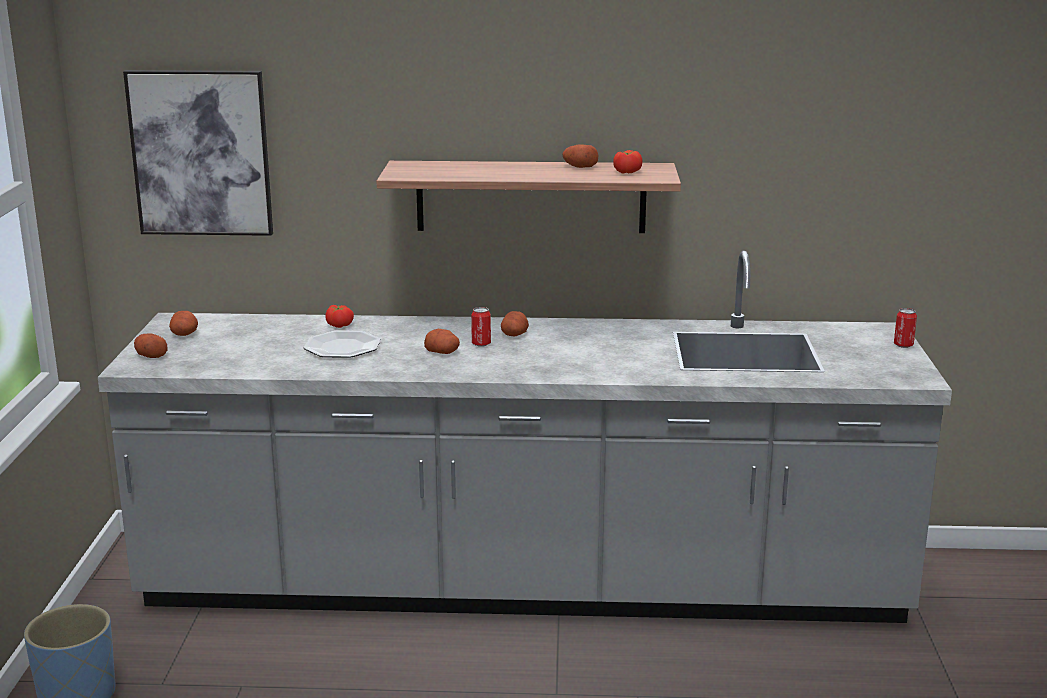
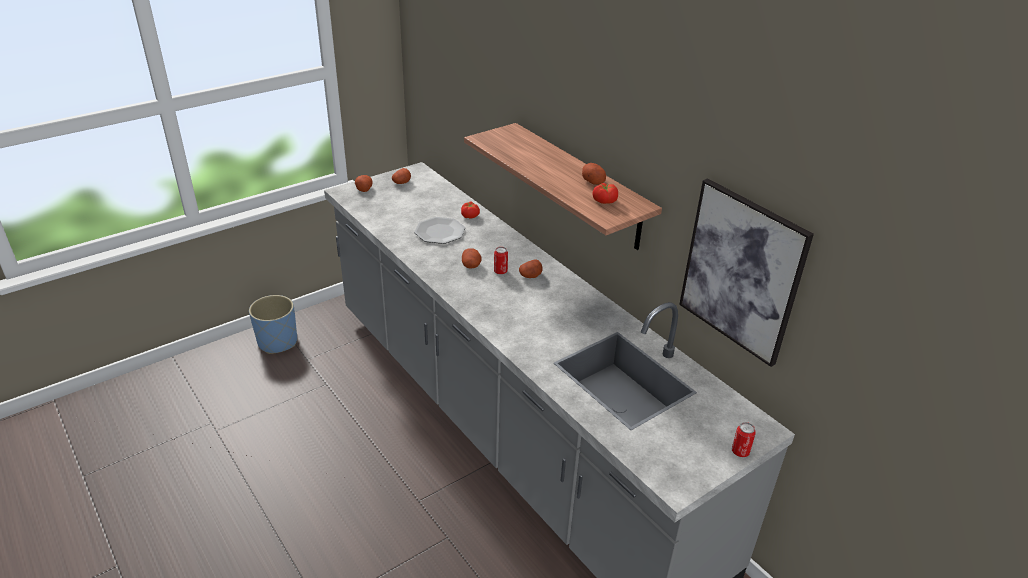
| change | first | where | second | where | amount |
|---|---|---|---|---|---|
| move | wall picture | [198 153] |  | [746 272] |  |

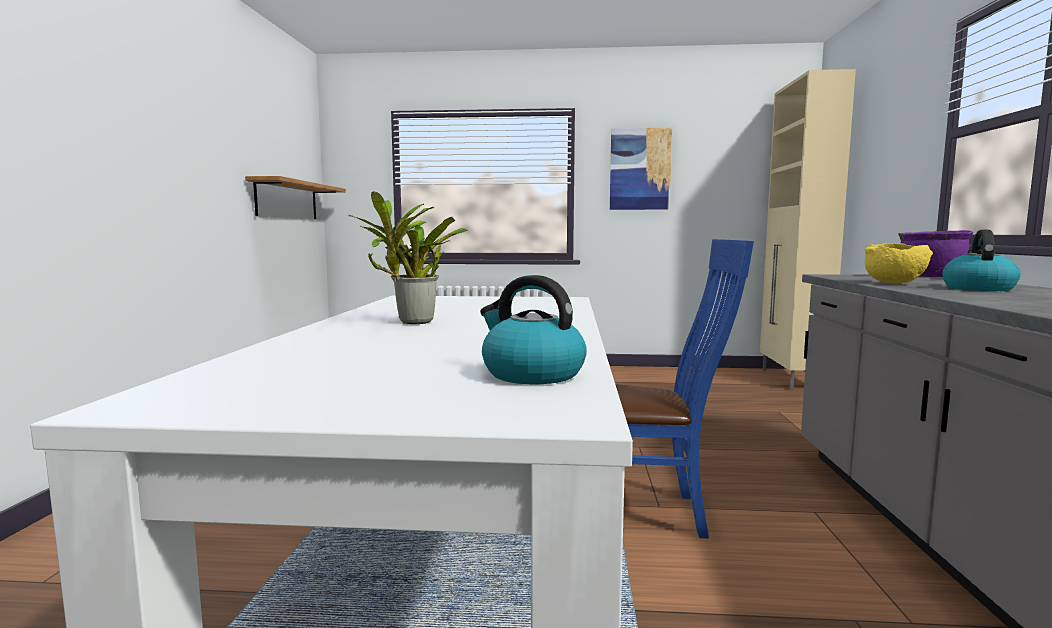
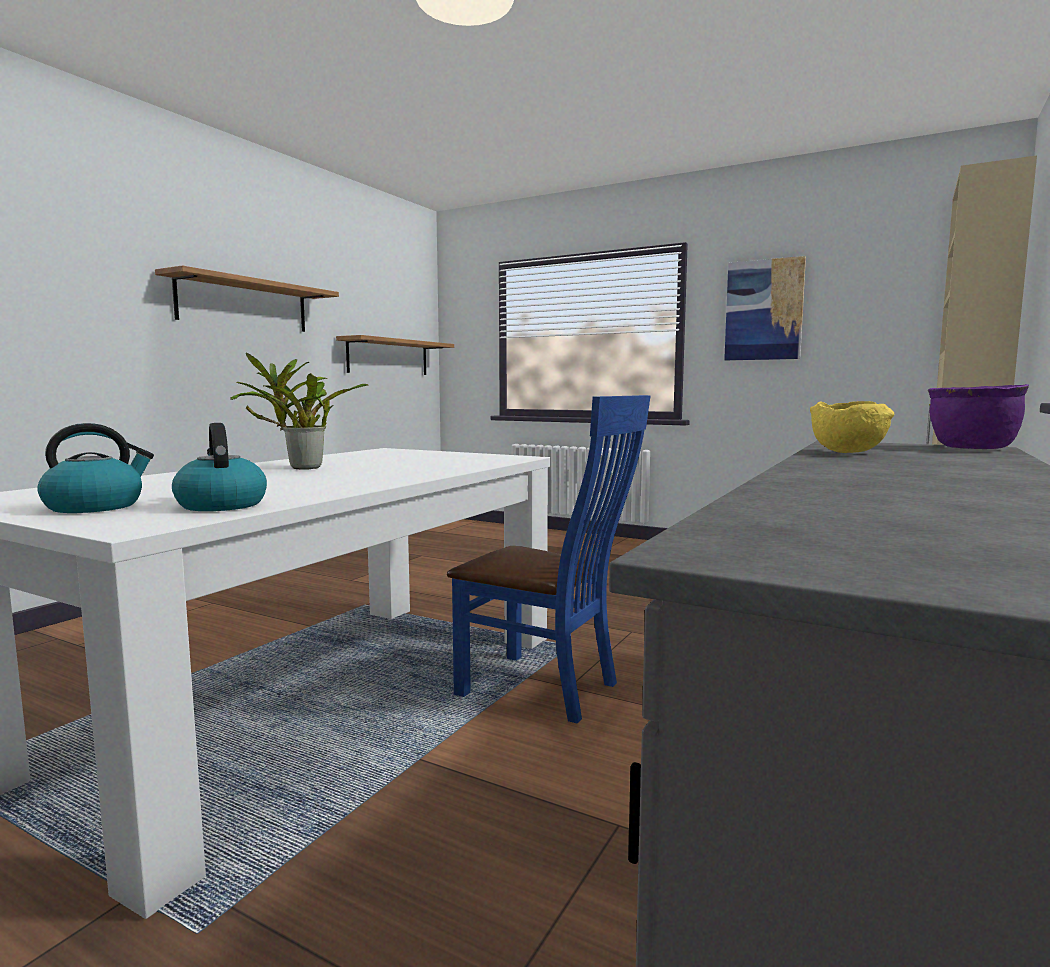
| change | first | where | second | where | amount |
|---|---|---|---|---|---|
| move | kettle | [981 260] |  | [96 468] |  |
| insert |  |  | wall shelf | [247 299] |  |

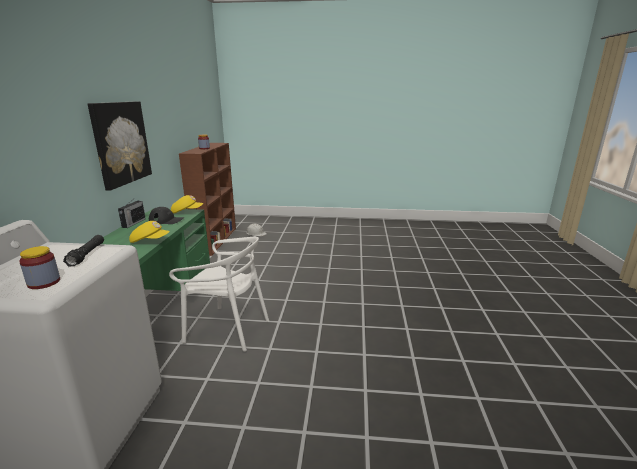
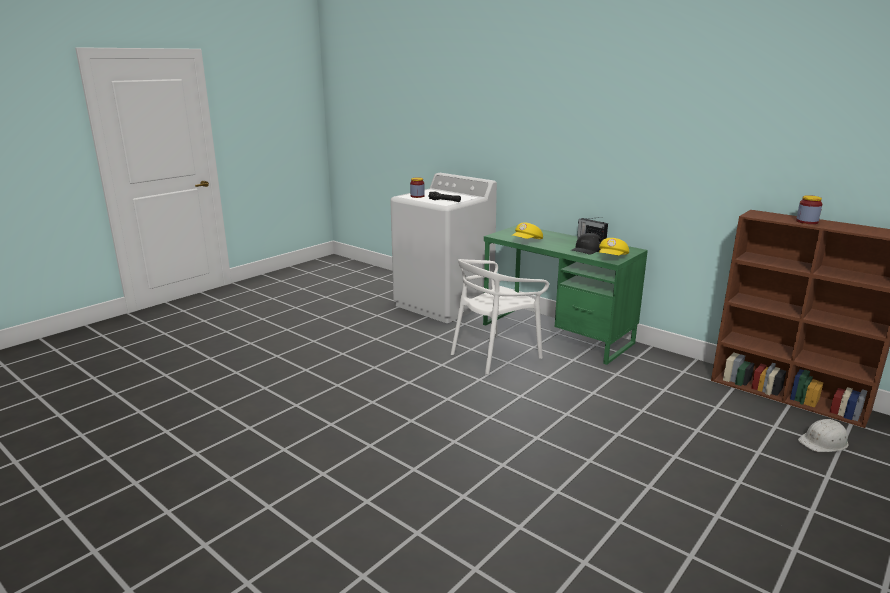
| change | first | where | second | where | amount |
|---|---|---|---|---|---|
| delete | wall picture | [120 146] |  |  |  |

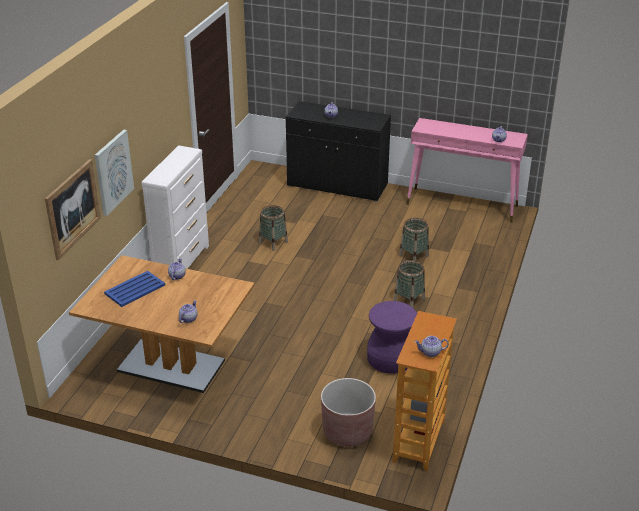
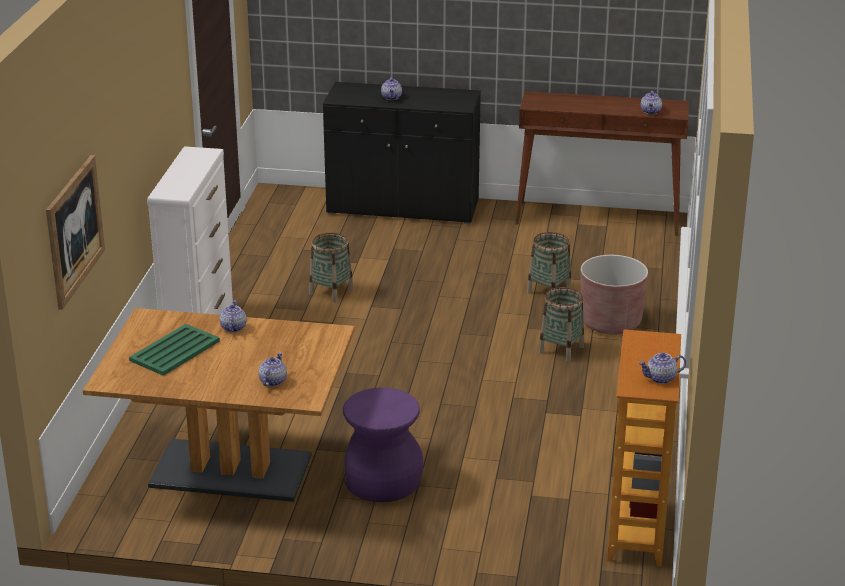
| change | first | where | second | where | amount |
|---|---|---|---|---|---|
| delete | wall picture | [114 173] |  |  |  |
| recolor | serving tray in blue | [134 289] | serving tray in greenish | [174 350] |  |
| move | flower pot in brownish | [348 412] |  | [614 295] |  |
| move | stool seat in purple-coloured | [392 337] |  | [383 445] |  |
| recolor | narrow table in pink | [467 170] | narrow table in brownish | [602 163] |  |

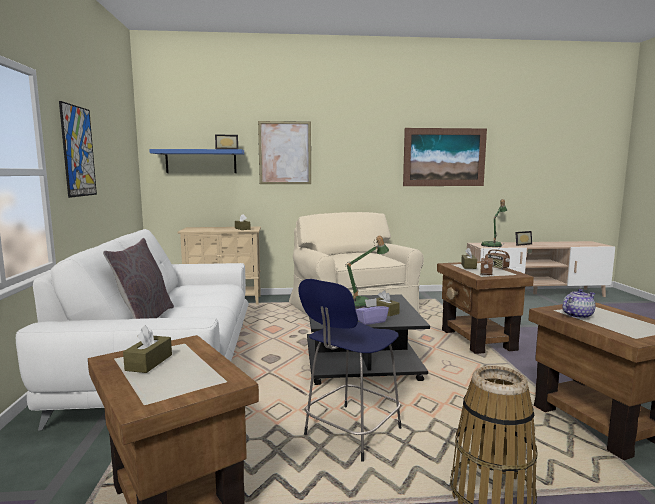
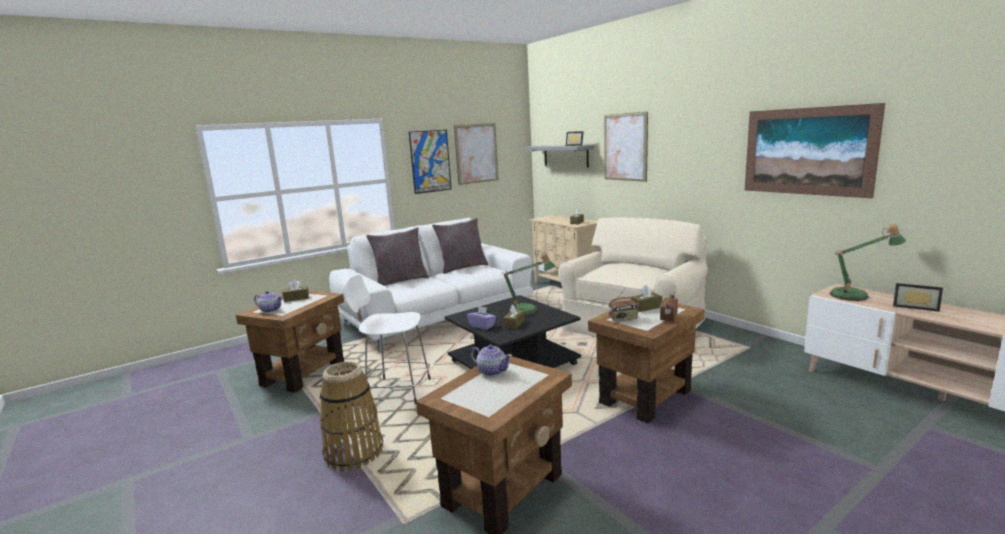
| change | first | where | second | where | amount |
|---|---|---|---|---|---|
| recolor | wall shelf in blue | [196 161] | wall shelf in greyish | [559 156] |  |
| recolor | stool seat in blue | [349 370] | stool seat in whitish | [387 339] |  |
| insert |  |  | tea pot | [268 302] |  |
| insert |  |  | throw pillow in greyish | [460 246] |  |
| insert |  |  | wall picture | [476 154] |  |

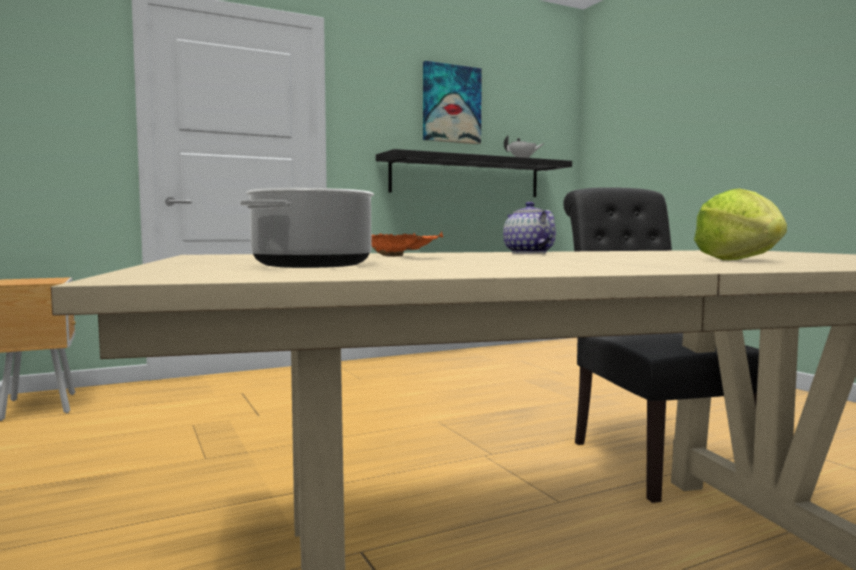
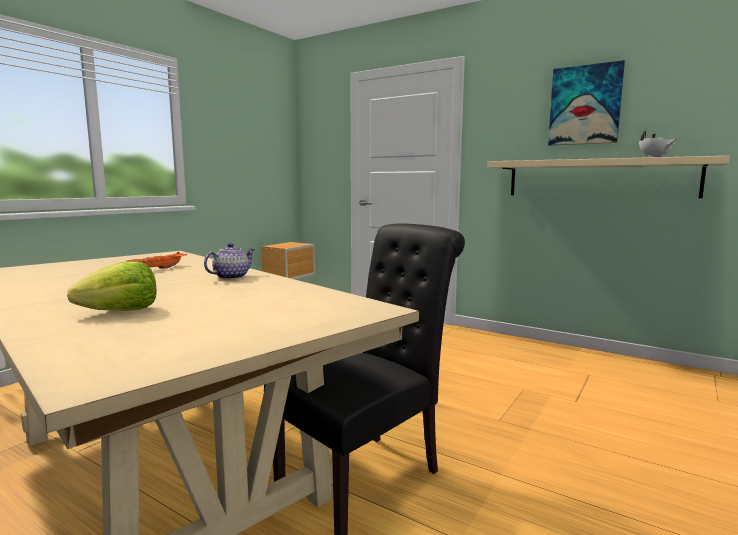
| change | first | where | second | where | amount |
|---|---|---|---|---|---|
| delete | stockpot | [307 228] |  |  |  |
| recolor | wall shelf in black | [474 173] | wall shelf in beige-coloured | [608 177] |  |

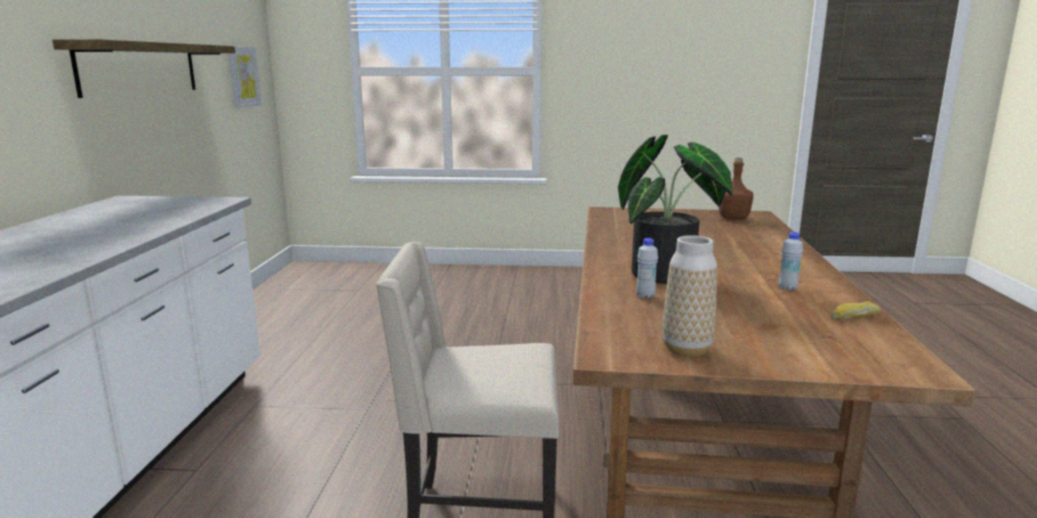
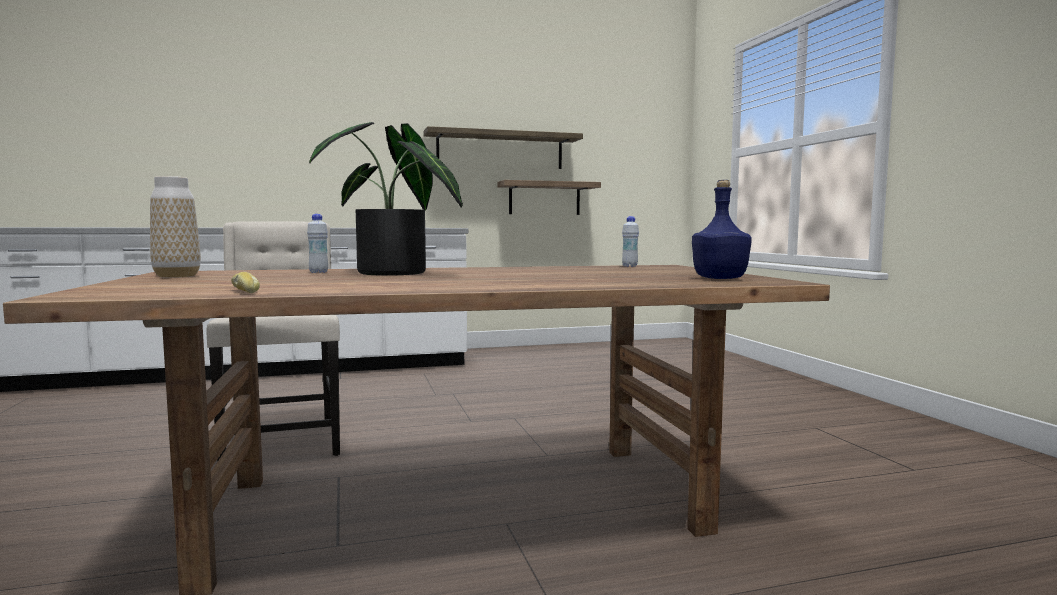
| change | first | where | second | where | amount |
|---|---|---|---|---|---|
| delete | wall picture | [245 77] |  |  |  |
| recolor | beverage bottle in brownish | [735 189] | beverage bottle in blue | [722 229] |  |
| move | beverage bottle in whitish | [791 261] |  | [630 241] |  |
| insert |  |  | wall shelf | [549 197] |  |

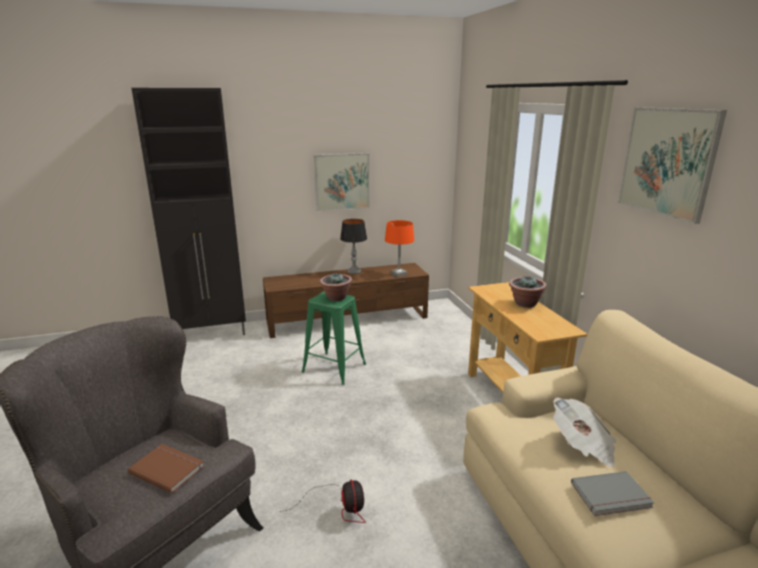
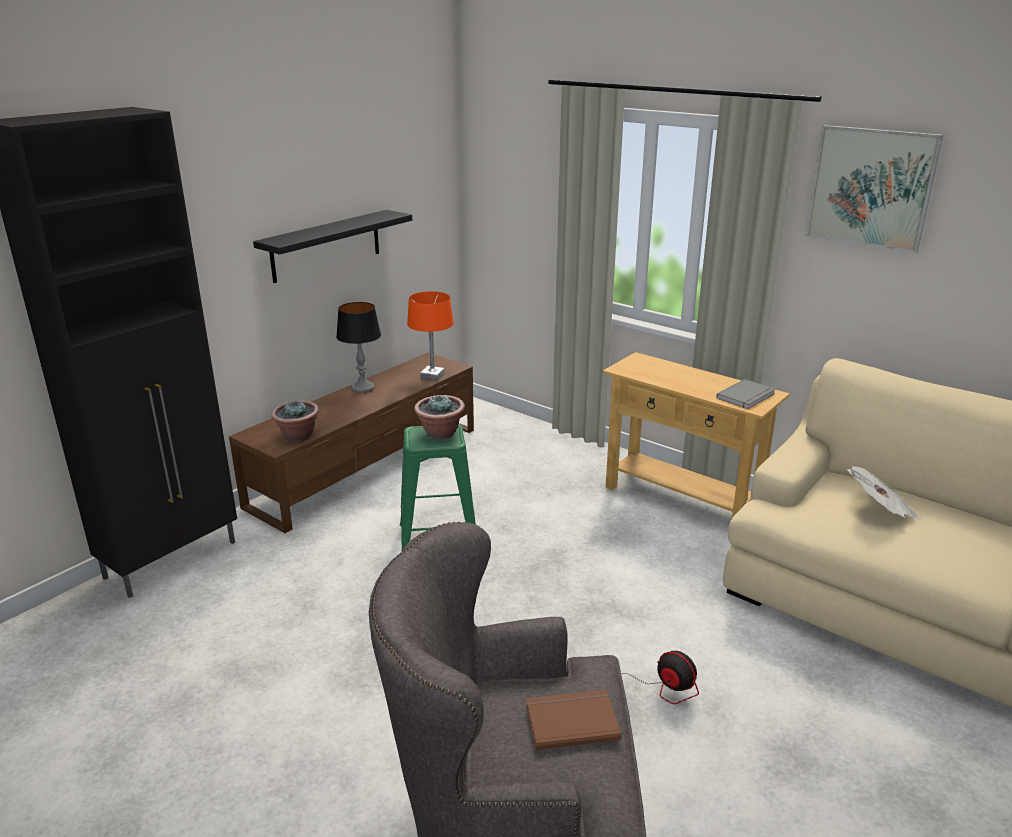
| change | first | where | second | where | amount |
|---|---|---|---|---|---|
| replace | wall picture | [342 182] | wall shelf in black | [332 246] |  |
| move | houseplant | [528 292] |  | [295 421] |  |
| move | bound book in greyish | [612 493] |  | [746 394] |  |

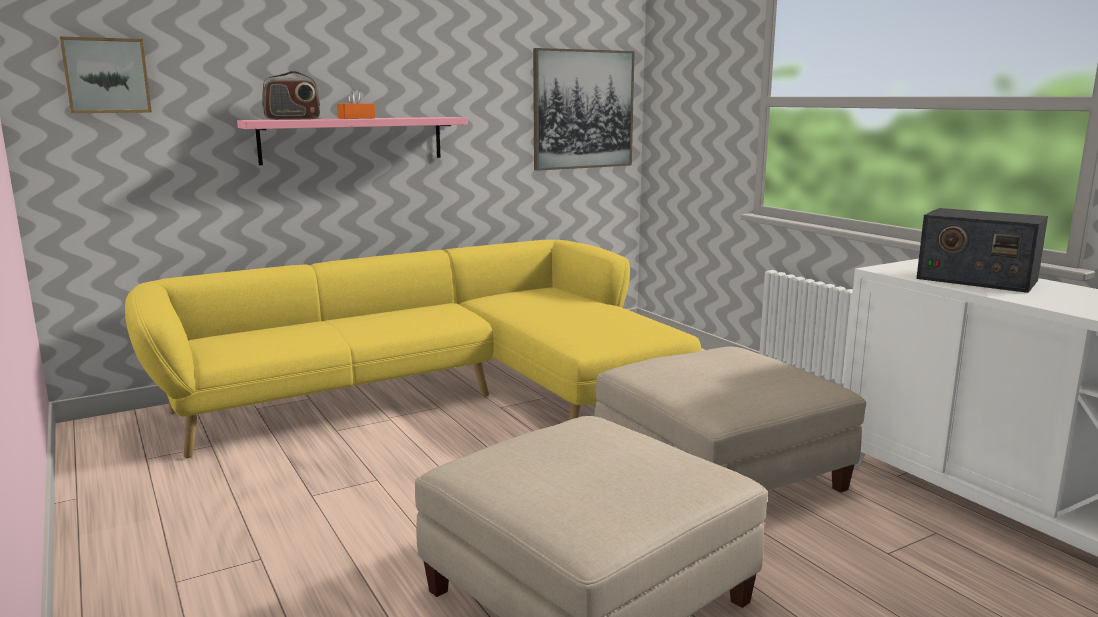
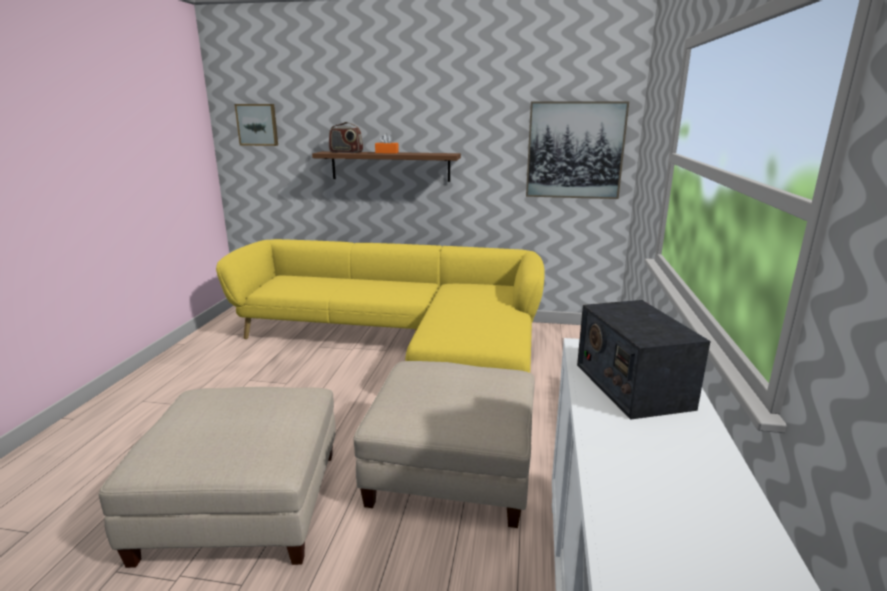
| change | first | where | second | where | amount |
|---|---|---|---|---|---|
| recolor | wall shelf in pink | [352 141] | wall shelf in brownish | [386 166] |  |

